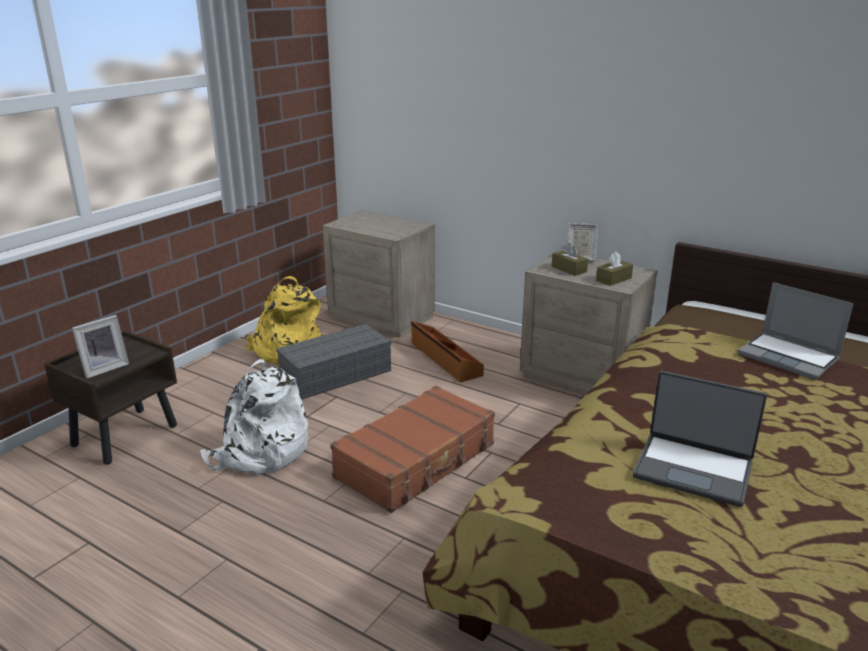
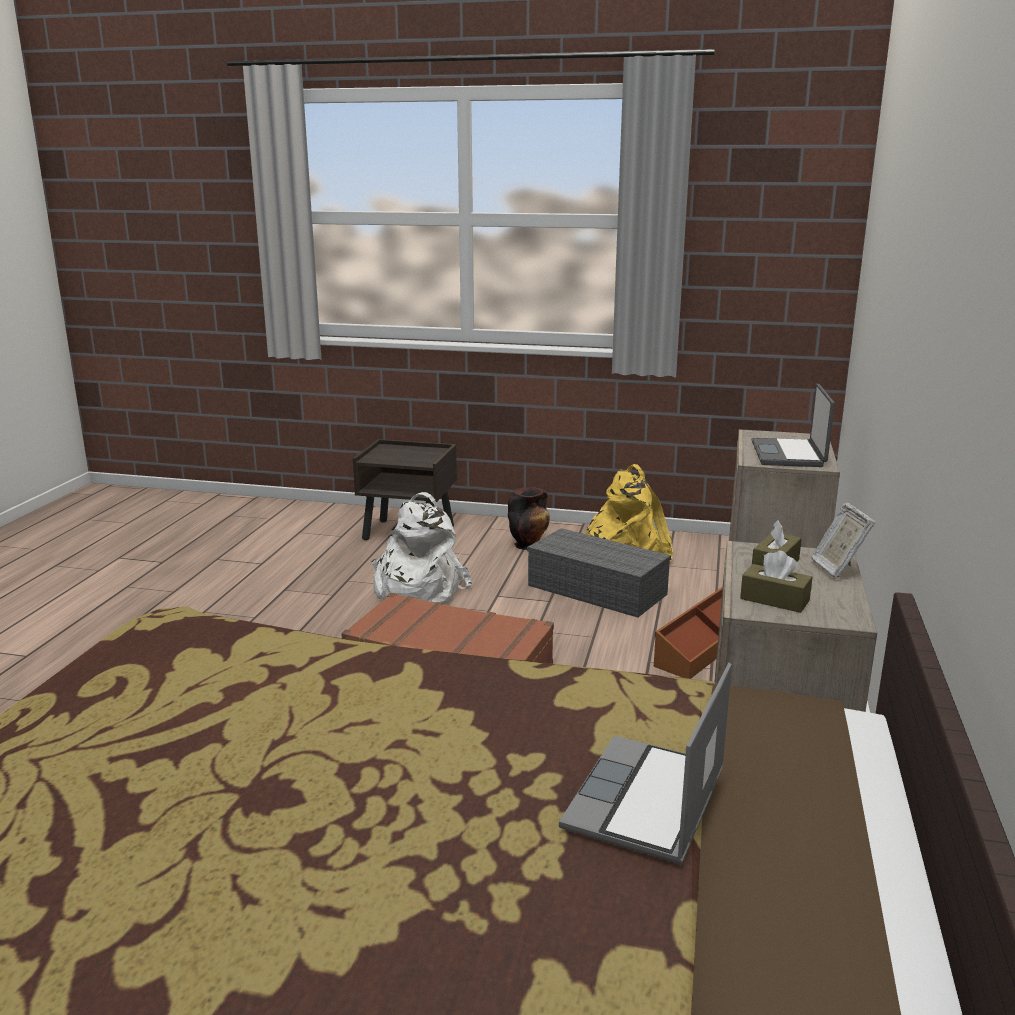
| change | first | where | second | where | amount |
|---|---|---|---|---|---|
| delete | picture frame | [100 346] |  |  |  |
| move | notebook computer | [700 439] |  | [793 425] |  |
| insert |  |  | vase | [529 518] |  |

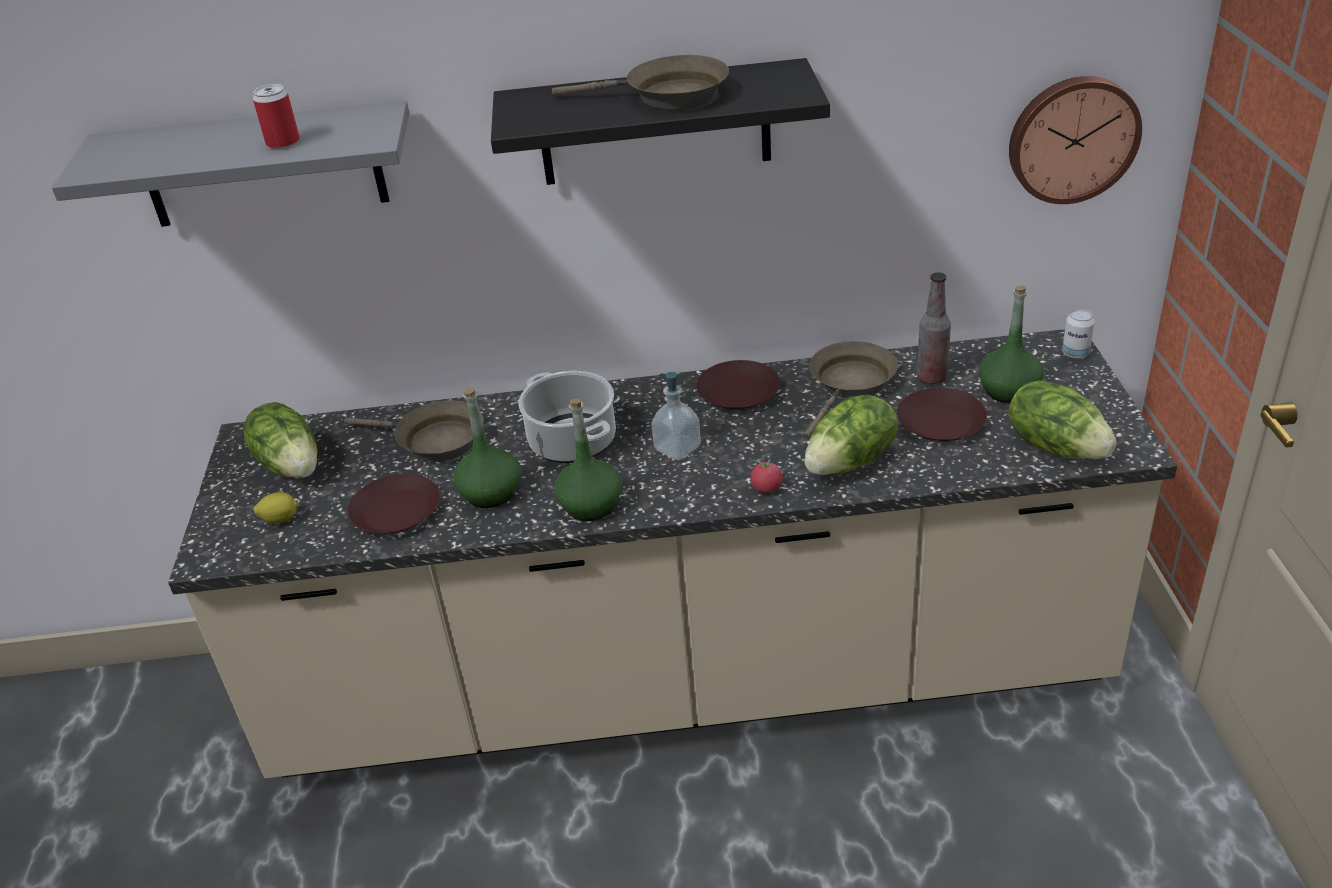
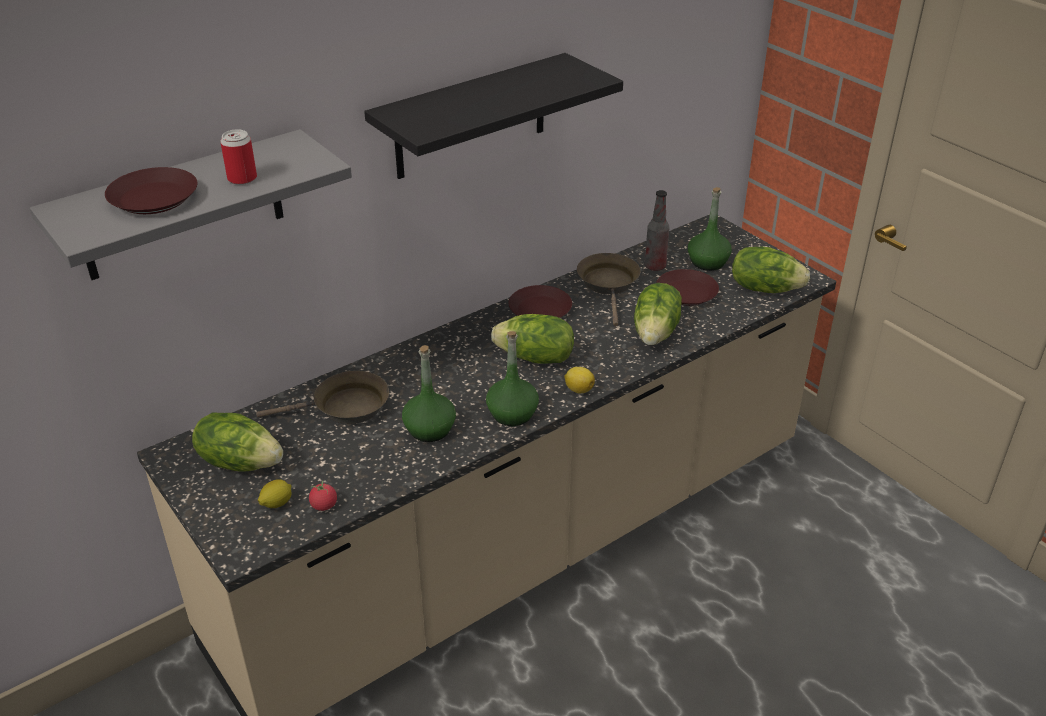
| change | first | where | second | where | amount |
|---|---|---|---|---|---|
| move | flat dish in brownish | [394 504] |  | [151 190] |  |
| delete | stockpot | [567 417] |  |  |  |
| delete | frying pan in brownish | [640 82] |  |  |  |
| replace | soap dispenser | [676 416] | lettuce | [532 339] |  |
| move | fresh tomato | [766 476] |  | [323 496] |  |
| delete | hanging clock | [1075 140] |  |  |  |
| delete | can | [1078 334] |  |  |  |
| insert |  |  | lemon | [579 380] |  |

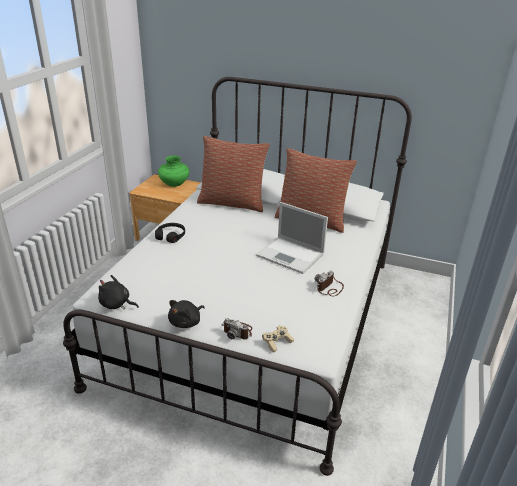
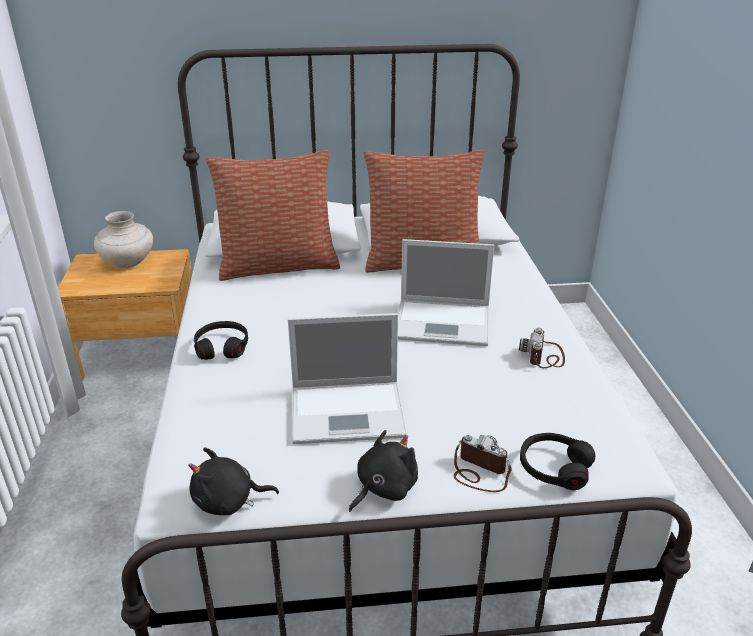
| change | first | where | second | where | amount |
|---|---|---|---|---|---|
| recolor | vase in greenish | [173 171] | vase in beige-coloured | [123 239] |  |
| rotate | plush toy in black | [186 314] |  | [383 471] | 150 degrees counterclockwise |
| rotate | photo camera | [237 329] |  | [483 463] | 150 degrees counterclockwise |
| replace | game controller in beige-coloured | [278 339] | pair of headphones in black | [557 461] |  |
| insert |  |  | notebook computer | [347 378] |  |

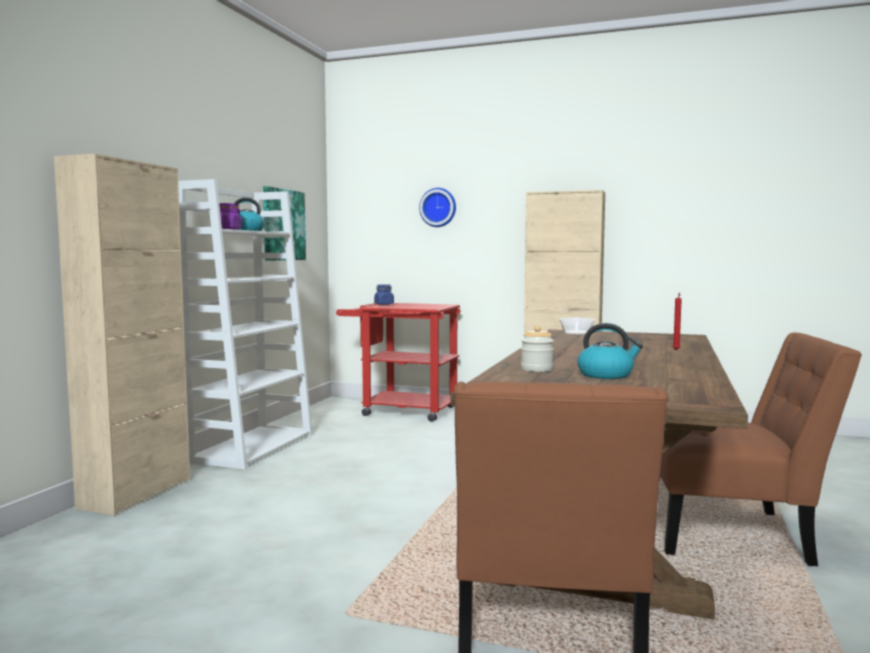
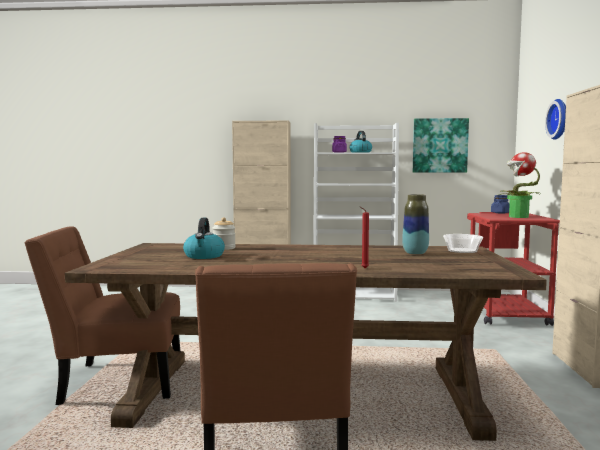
| change | first | where | second | where | amount |
|---|---|---|---|---|---|
| insert |  |  | vase | [415 224] |  |
| insert |  |  | houseplant | [518 185] |  |

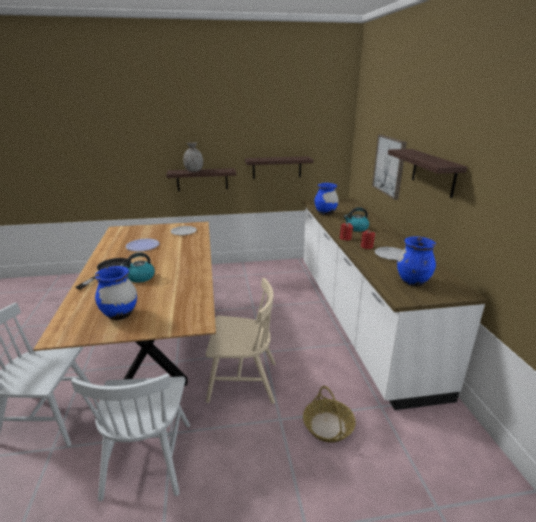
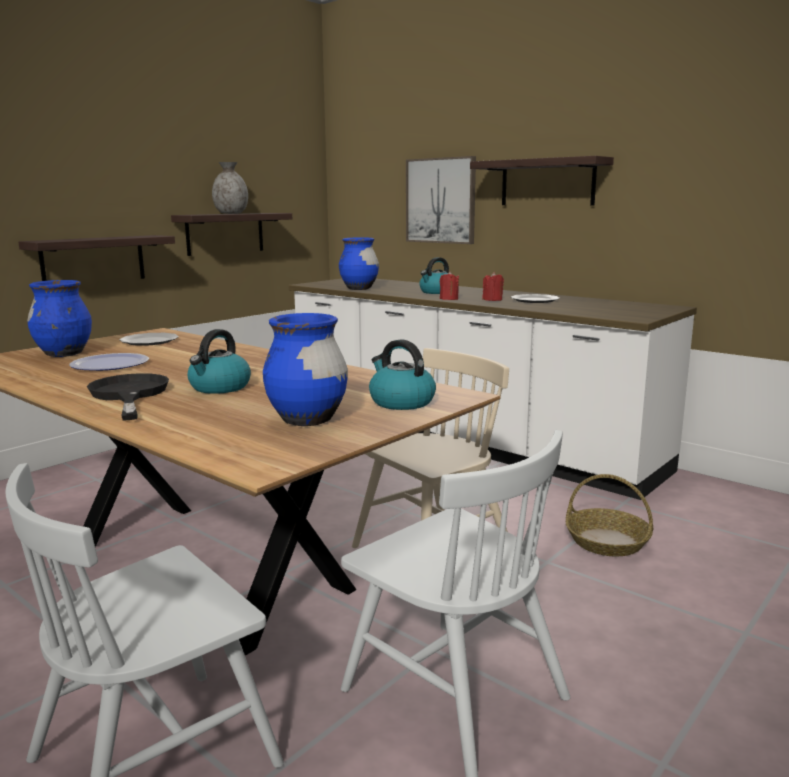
| change | first | where | second | where | amount |
|---|---|---|---|---|---|
| move | vase in greyish | [193 157] |  | [230 188] |  |
| move | vase in blue | [416 261] |  | [59 318] |  |
| insert |  |  | kettle | [402 374] |  |

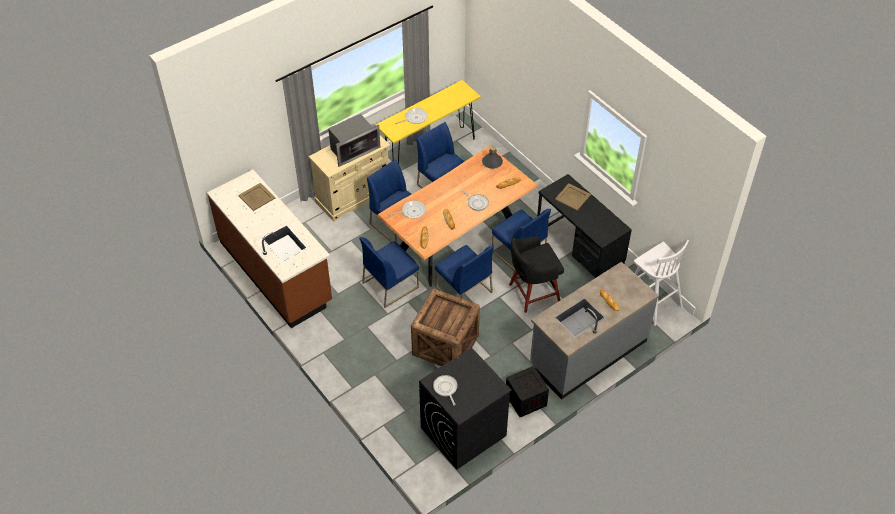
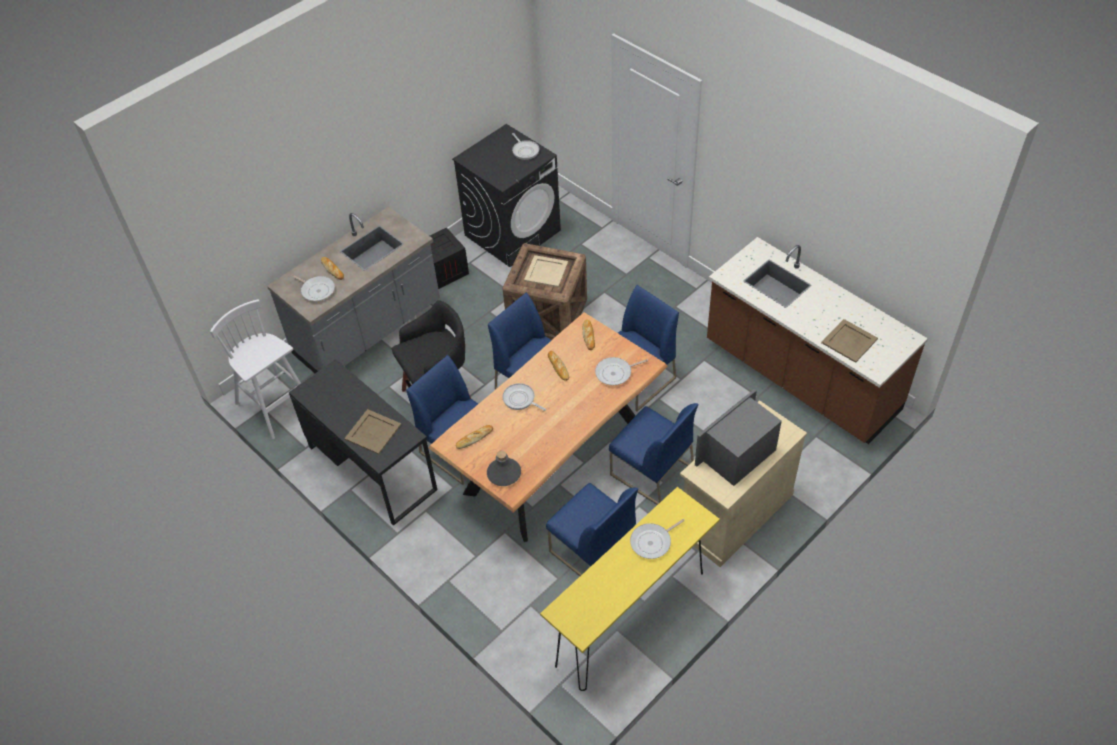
| change | first | where | second | where | amount |
|---|---|---|---|---|---|
| insert |  |  | frying pan | [313 288] |  |
| insert |  |  | serving tray in beige-coloured | [546 271] |  |

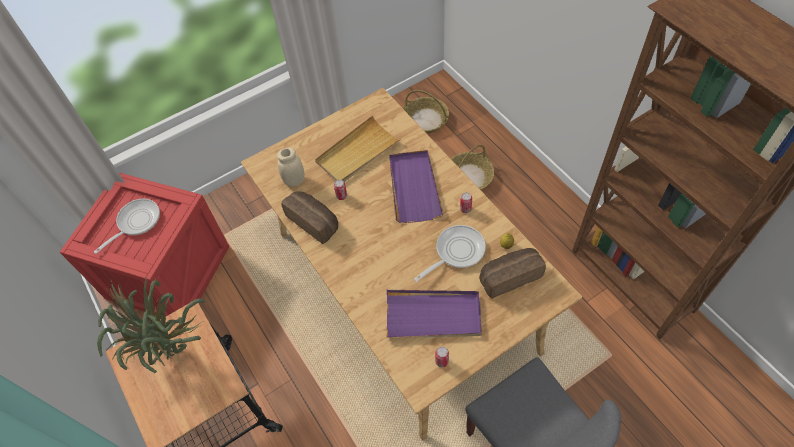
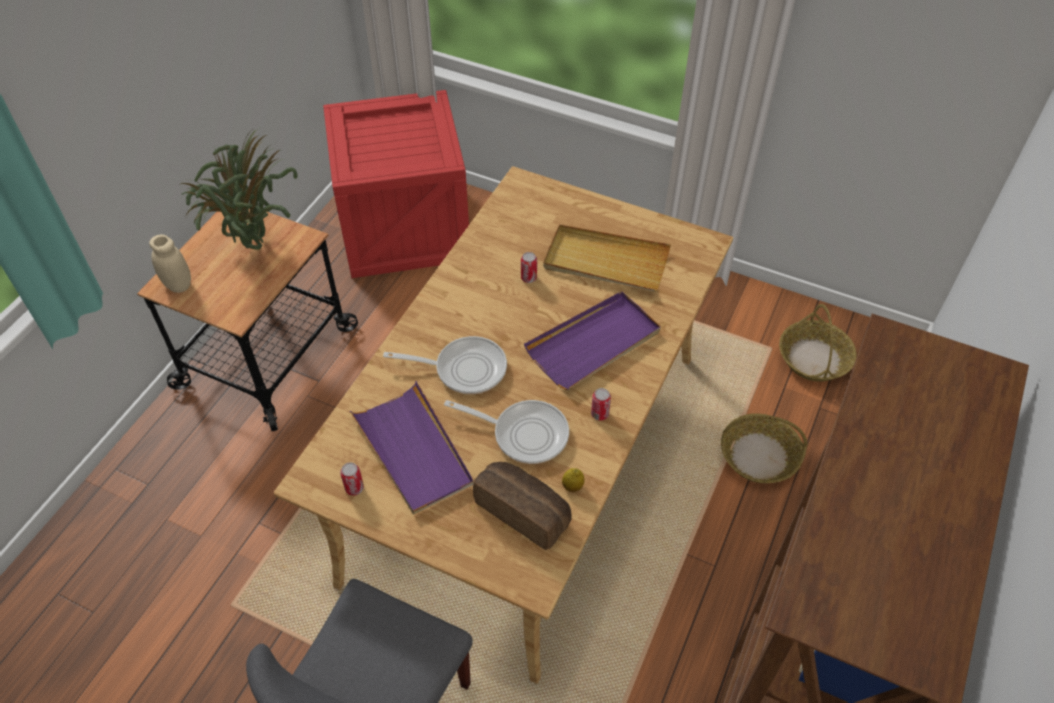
| change | first | where | second | where | amount |
|---|---|---|---|---|---|
| move | frying pan | [127 226] |  | [445 365] |  |
| move | storage jar in beige-coloured | [291 167] |  | [170 264] |  |
| delete | bakery bread | [309 217] |  |  |  |

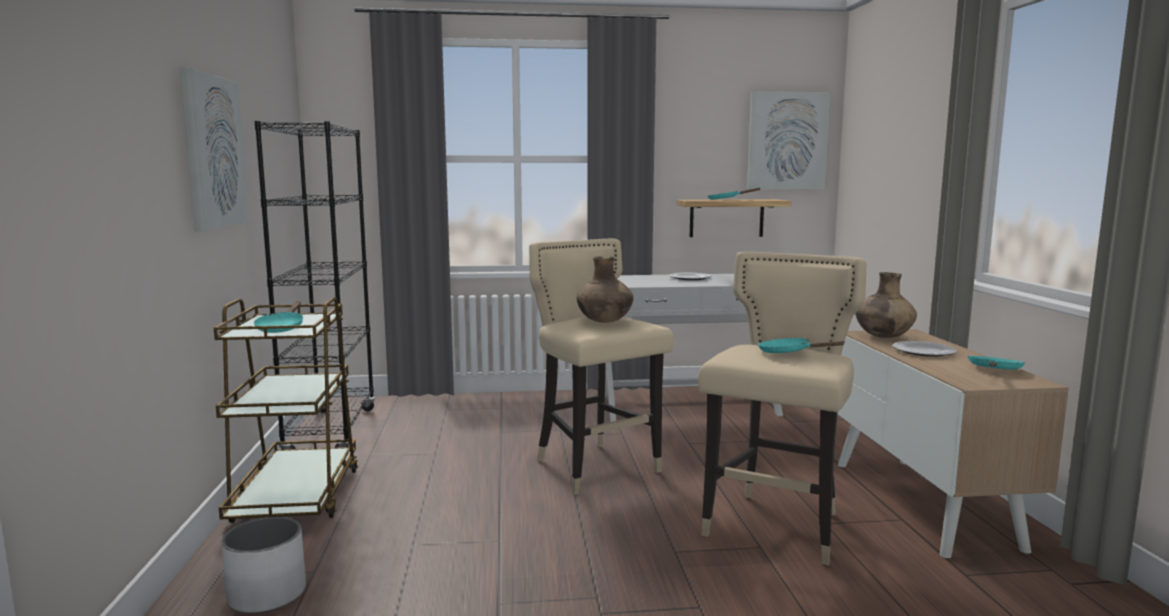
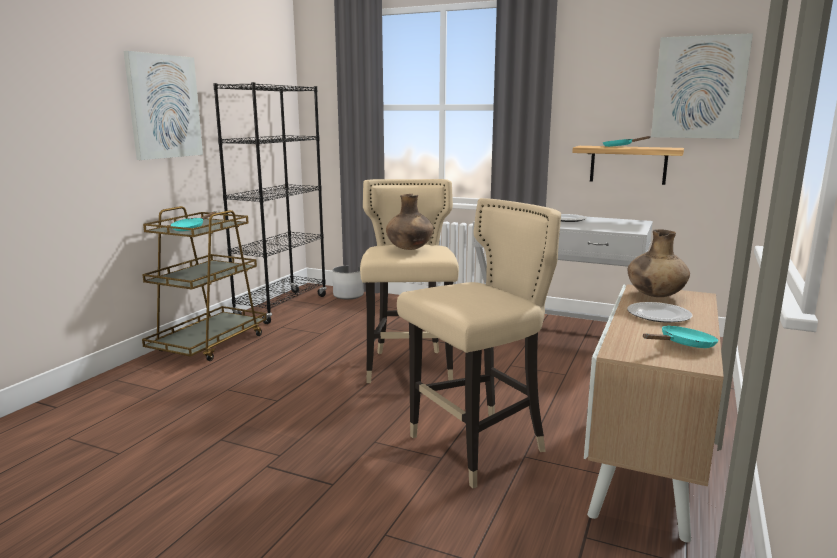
| change | first | where | second | where | amount |
|---|---|---|---|---|---|
| move | flower pot in whitish | [263 565] |  | [348 282] |  |
| delete | frying pan in turquoise-coloured | [801 345] |  |  |  |

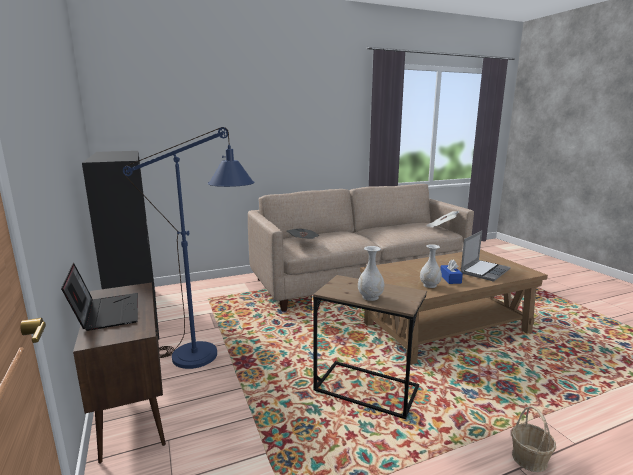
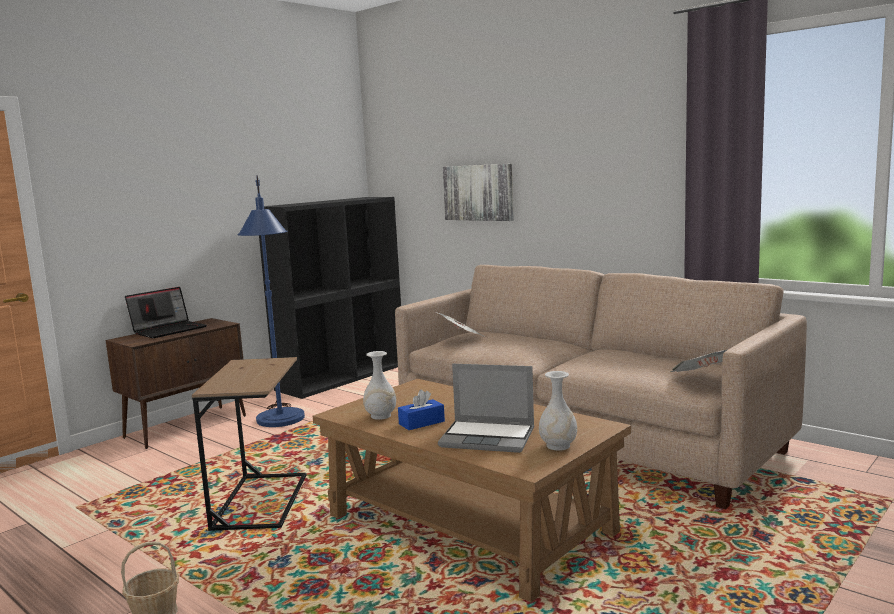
| change | first | where | second | where | amount |
|---|---|---|---|---|---|
| move | vase in whitish | [371 273] |  | [558 411] |  |
| insert |  |  | wall picture | [478 192] |  |

